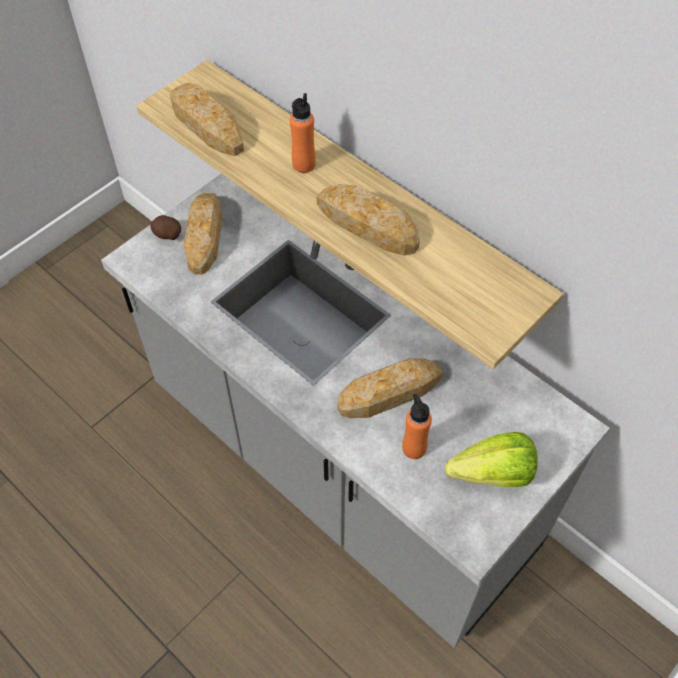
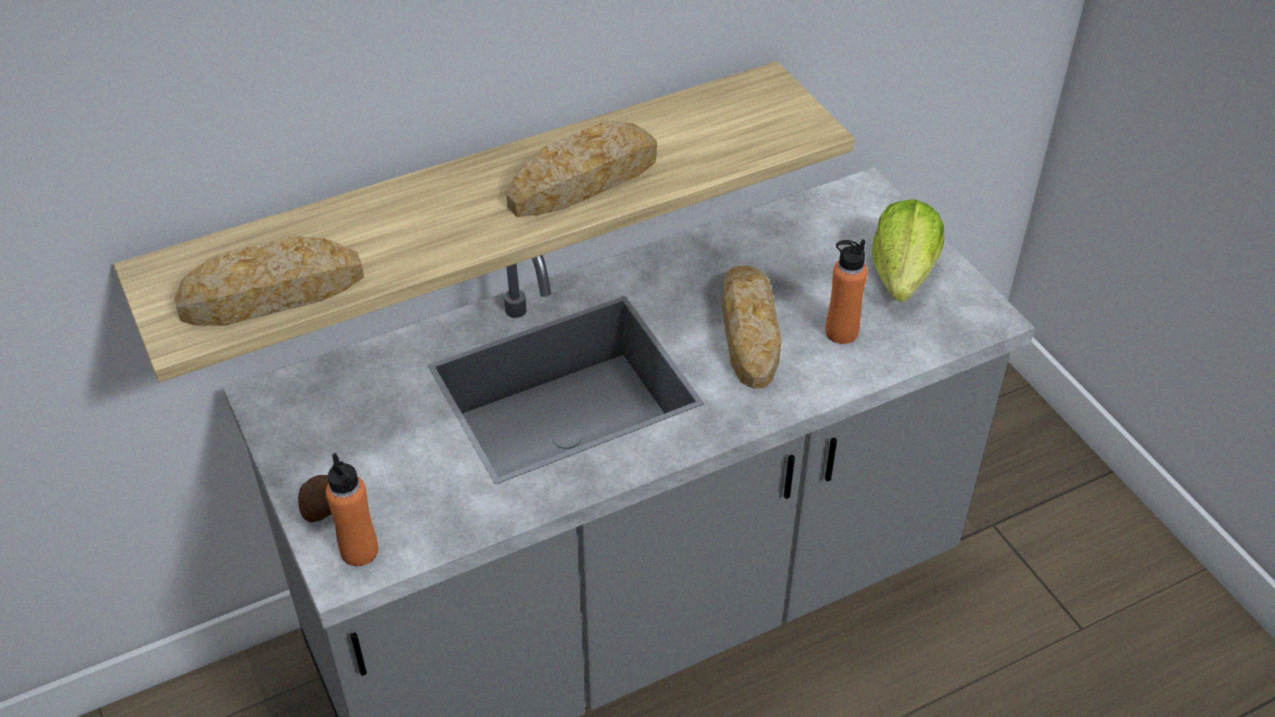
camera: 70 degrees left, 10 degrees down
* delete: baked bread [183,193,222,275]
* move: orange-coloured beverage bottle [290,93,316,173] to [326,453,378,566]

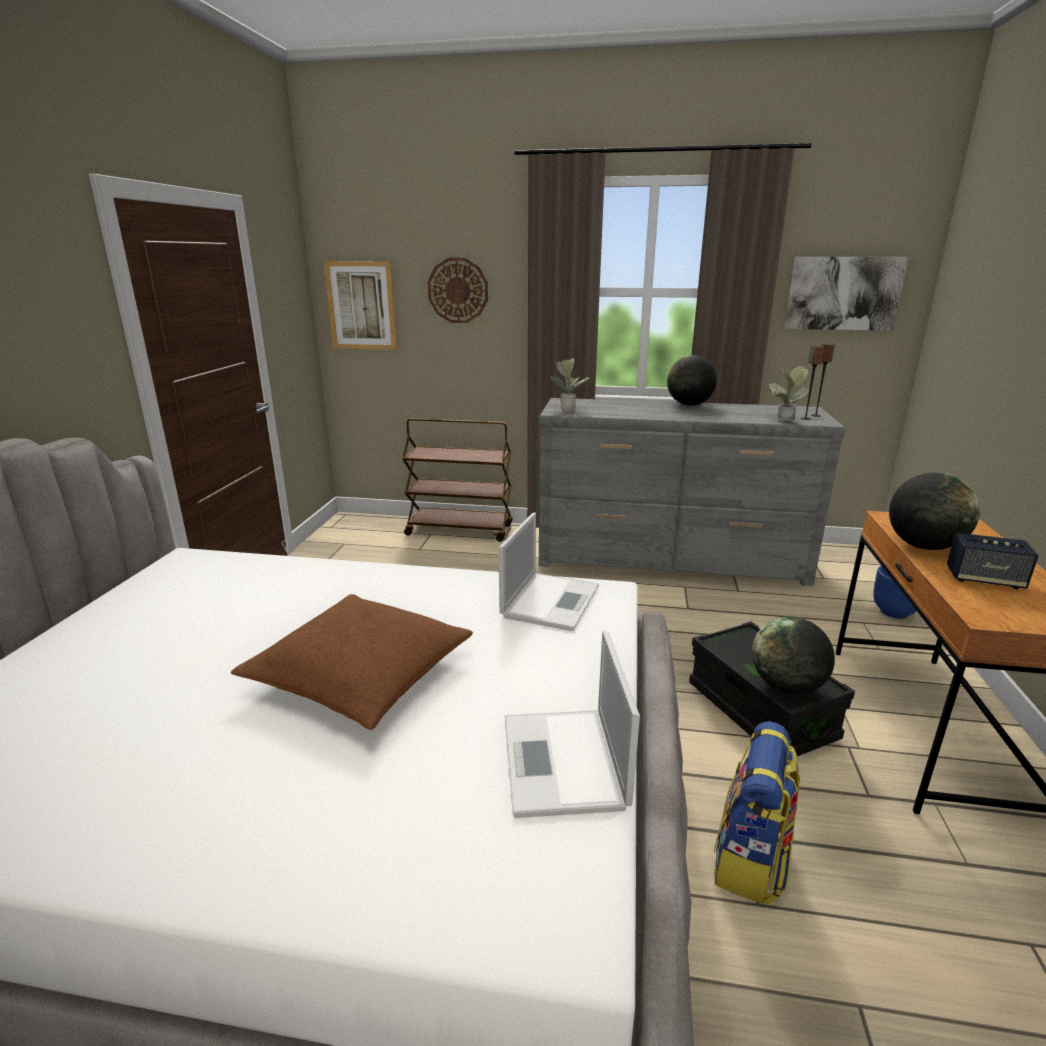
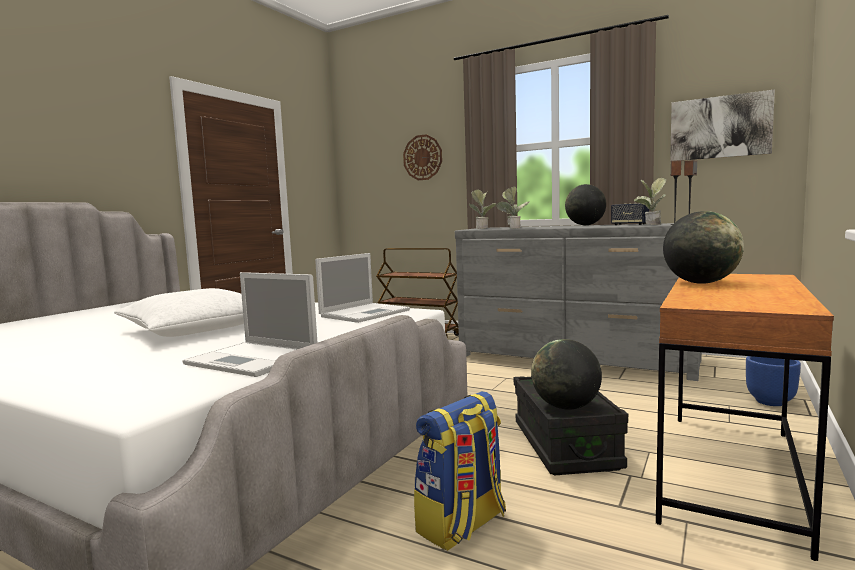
camera: 20 degrees right, 15 degrees down
* delete: wall picture [323,261,397,350]
* insert: plant in a pot [496,187,530,229]
* move: loudspeaker [947,533,1039,589] to [611,203,649,225]
* recolor: brownish pillow [231,594,473,730] to white-coloured pillow [114,288,244,337]
* rotate: portable computer [505,630,640,818] = [182,272,318,377] 75 degrees counterclockwise

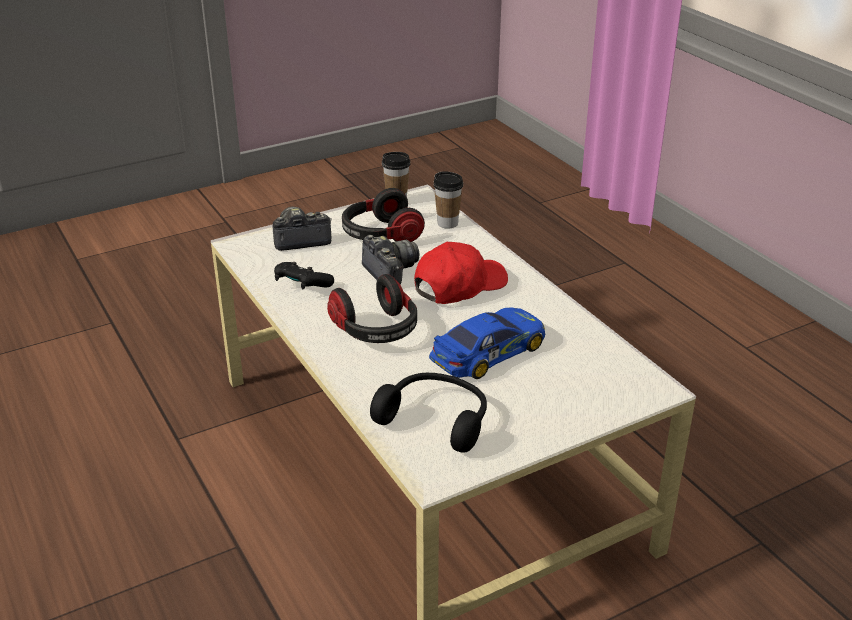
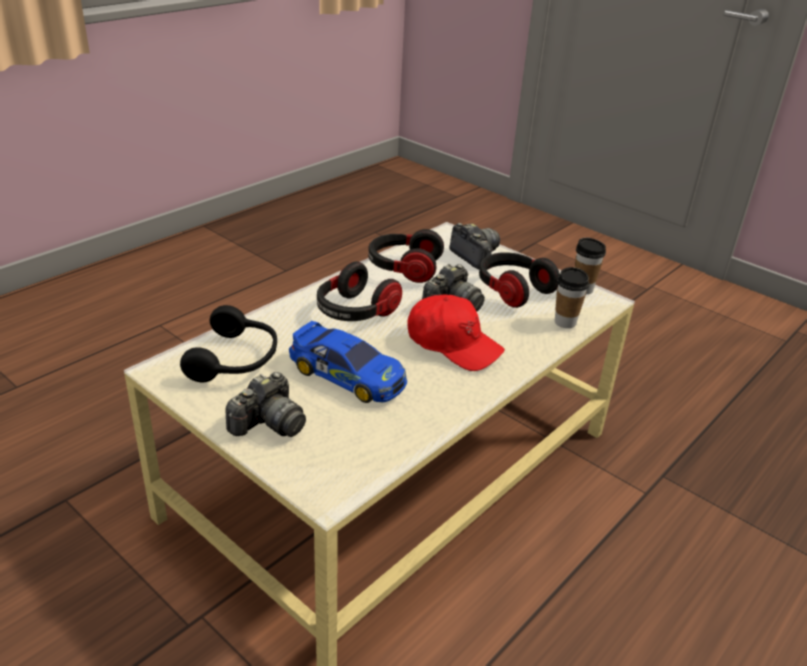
camera: 70 degrees right, 0 degrees up
* insert: photo camera [226,372,306,437]
* replace: blackish joypad [274,262,334,289] to pair of headphones [368,229,444,283]

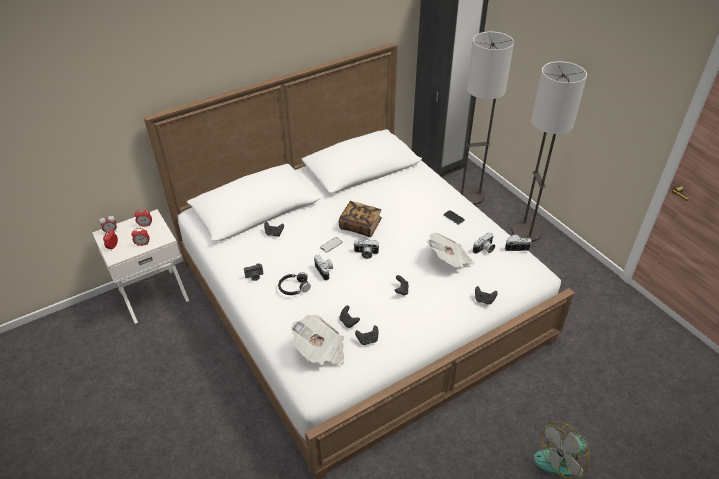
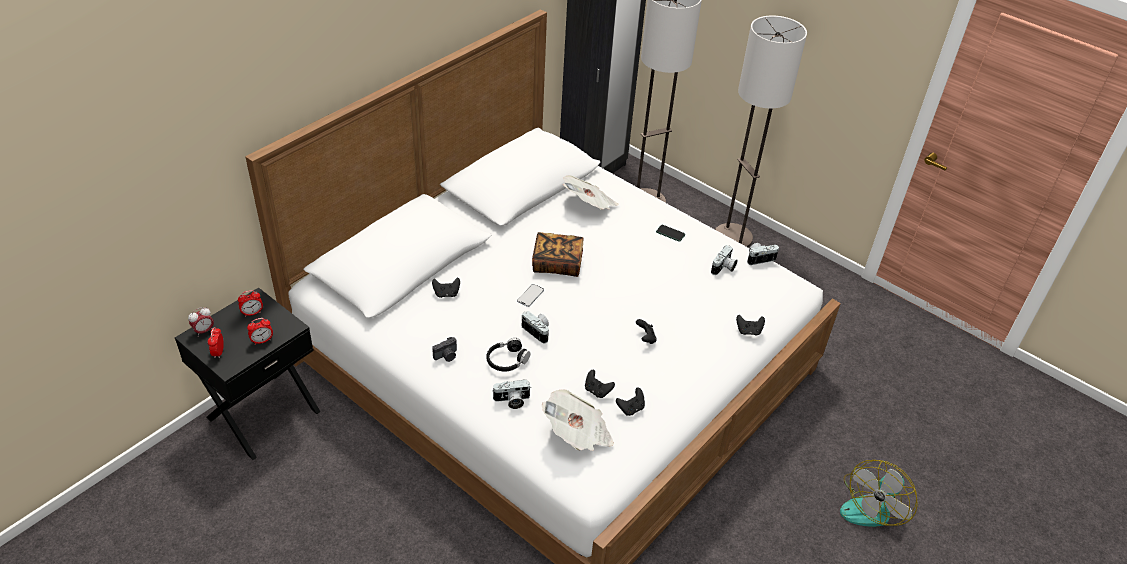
camera: 20 degrees left, 0 degrees up
* move: photo camera [353,239,380,259] to [492,379,530,409]
* move: daily paper [427,233,474,268] to [563,176,619,210]
* recolor: white-coloured night table [92,209,189,324] to blackish night table [175,288,320,460]

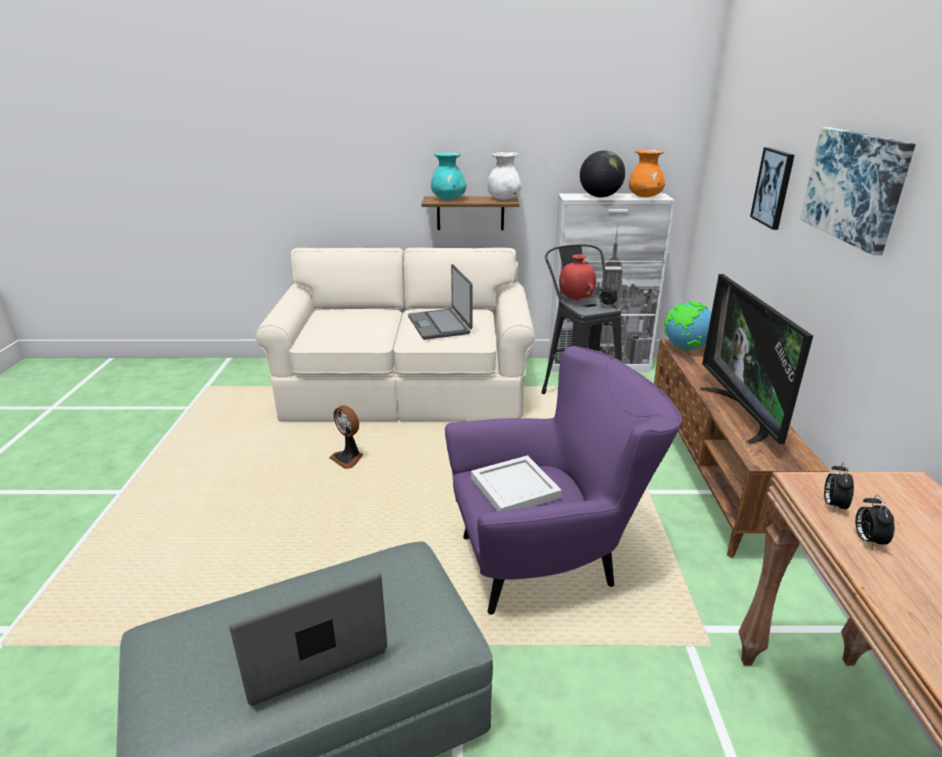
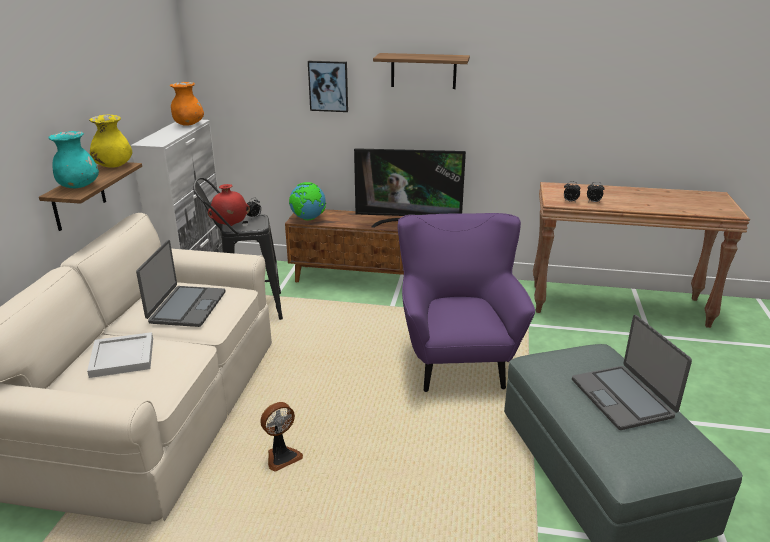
camera: 80 degrees left, 0 degrees up
* delete: desk globe [580,150,625,197]
* move: white-coloured tray [471,455,562,511] to [87,332,153,378]
* replace: wall picture [800,127,916,255] to bracket shelf [373,53,470,89]
* recolor: white-coloured flower vase [488,152,522,200] to yellowish flower vase [89,114,132,168]
* rotate: portable computer [408,264,473,340] = [136,240,225,327] 75 degrees counterclockwise

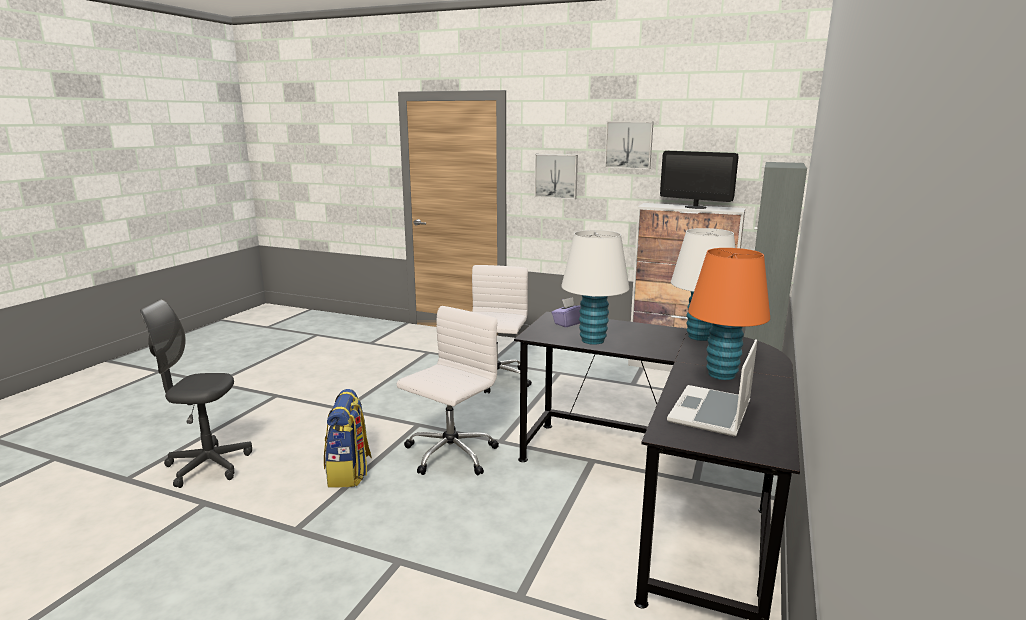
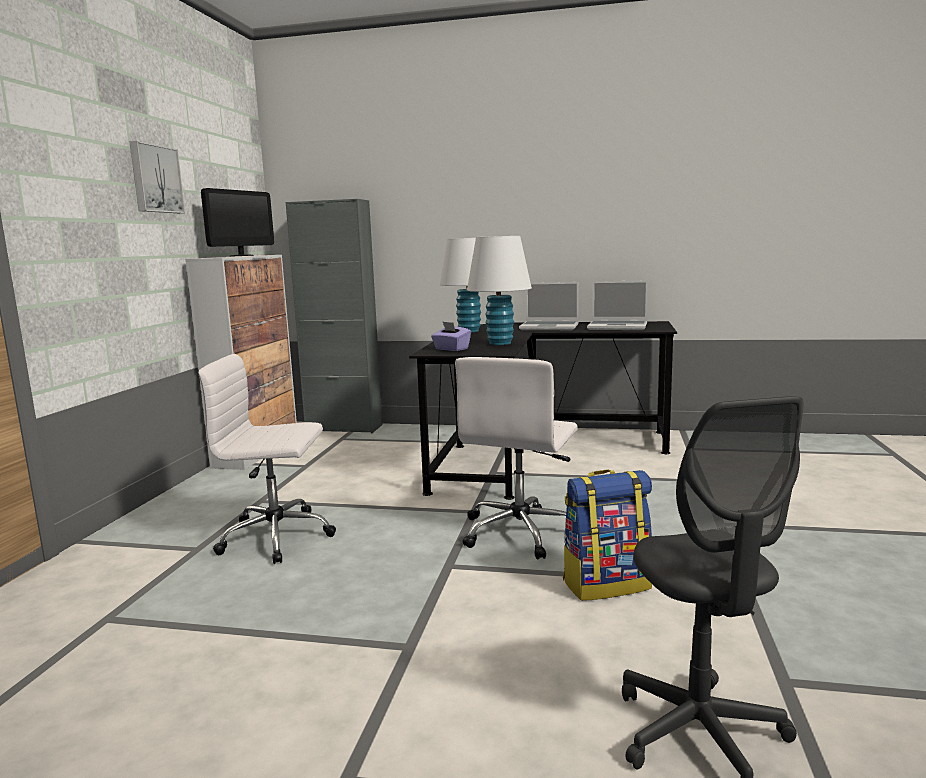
camera: 100 degrees left, 5 degrees down
* delete: wall picture [535,154,578,199]
* replace: orange-coloured table lamp [688,248,770,380] to portable computer [519,282,579,330]
* rotate: white-coloured desk chair [397,306,499,475] = [455,357,578,559] 90 degrees counterclockwise

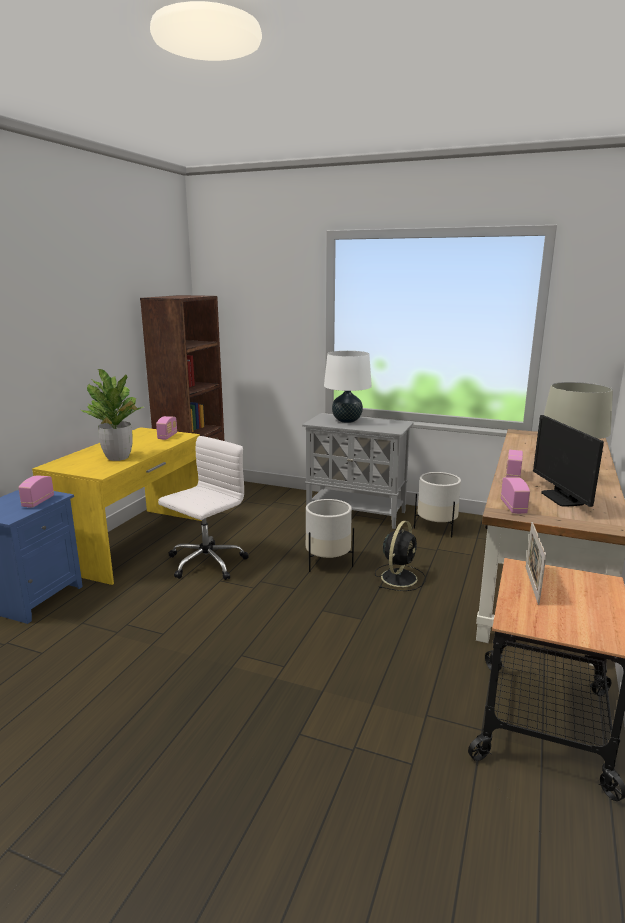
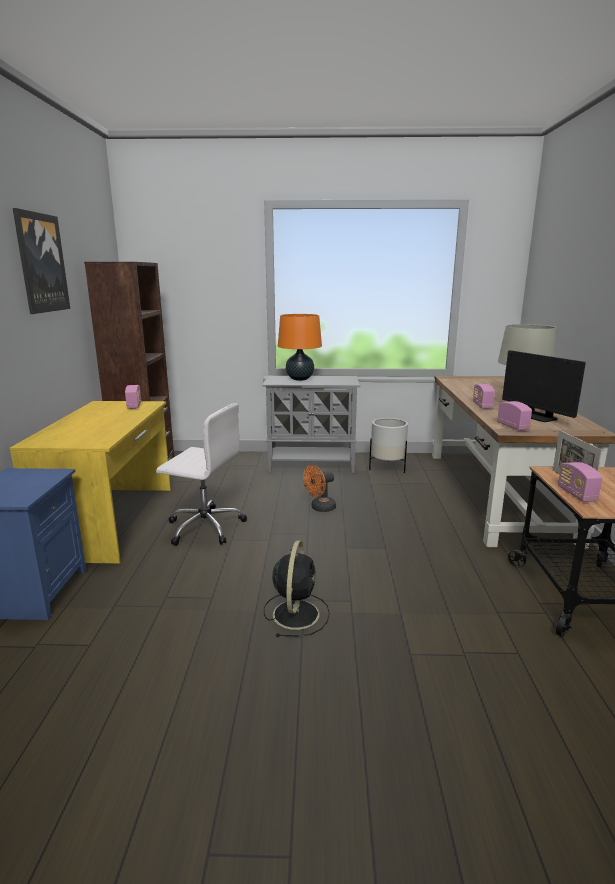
camera: 20 degrees left, 0 degrees up
* delete: plant in a pot [81,369,143,461]
* insert: wall picture [13,208,70,314]
* move: radio [18,475,54,508] to [558,462,602,502]
* move: blackish fan [375,521,426,591] to [264,540,330,637]
* replace: white-coloured planter [306,499,354,572] to orange-coloured fan [303,465,336,512]
* recolor: white-coloured table lamp [324,351,372,423] to orange-coloured table lamp [278,314,322,381]
* rotate: white-coloured desk chair [158,436,249,580] = [156,403,247,546] 90 degrees clockwise

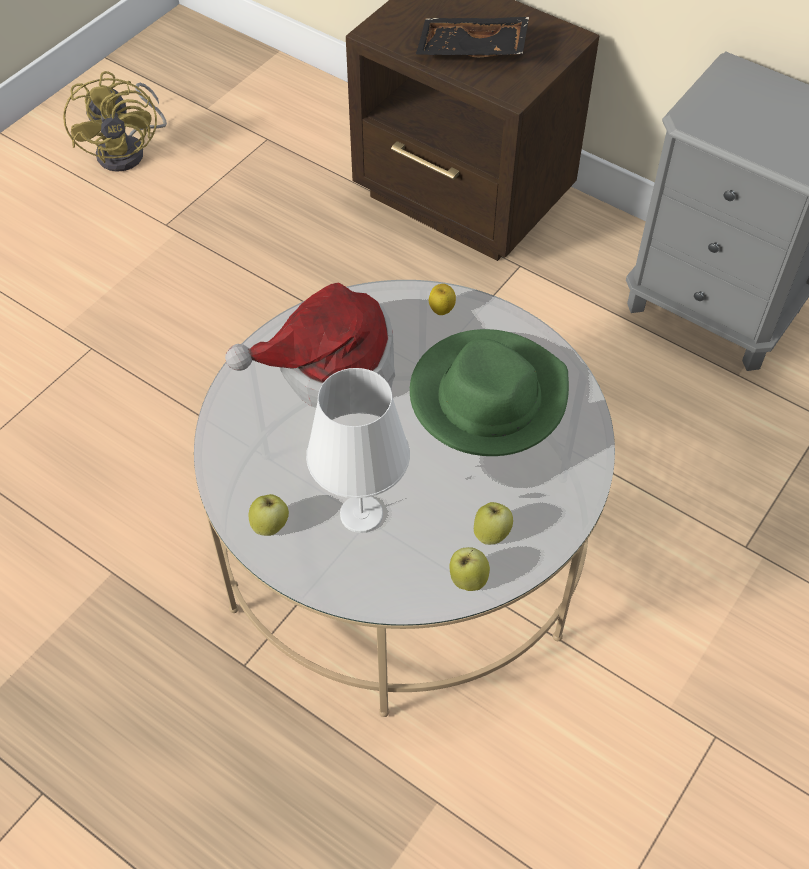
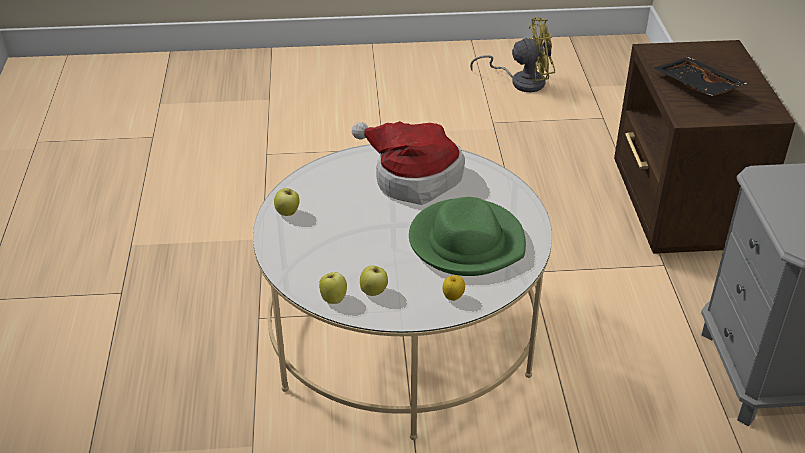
camera: 50 degrees right, 15 degrees down
* delete: white-coloured table lamp [306,368,410,533]
* move: apple fruit [429,284,456,315] to [443,275,465,301]
* rotate: yellowish fan [63,71,167,172] = [470,17,555,92] 135 degrees counterclockwise

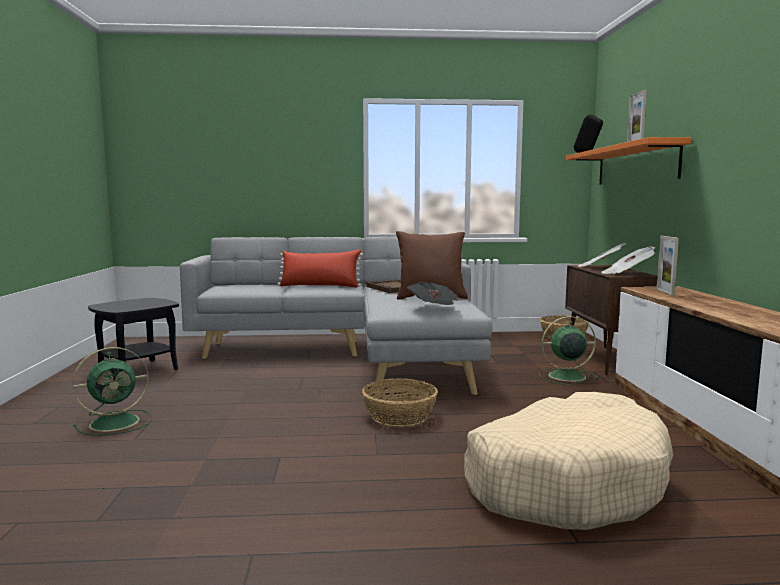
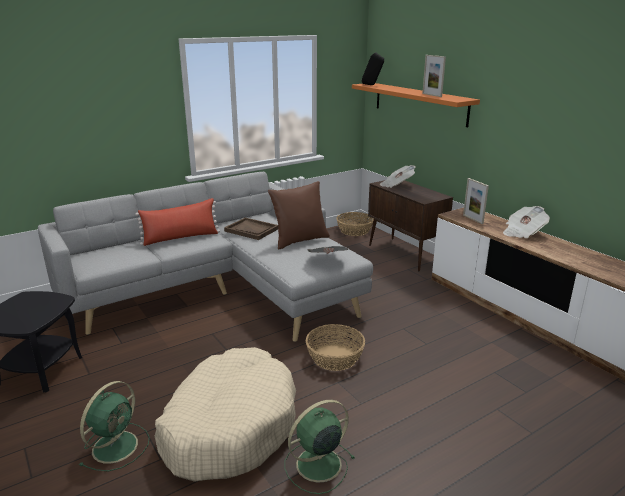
camera: 30 degrees left, 15 degrees up
* move: beige pet bed [464,392,674,530] to [155,347,296,482]
* move: green-coloured fan [539,316,599,385] to [285,400,355,494]
* move: daily paper [601,246,655,274] to [503,206,550,238]

